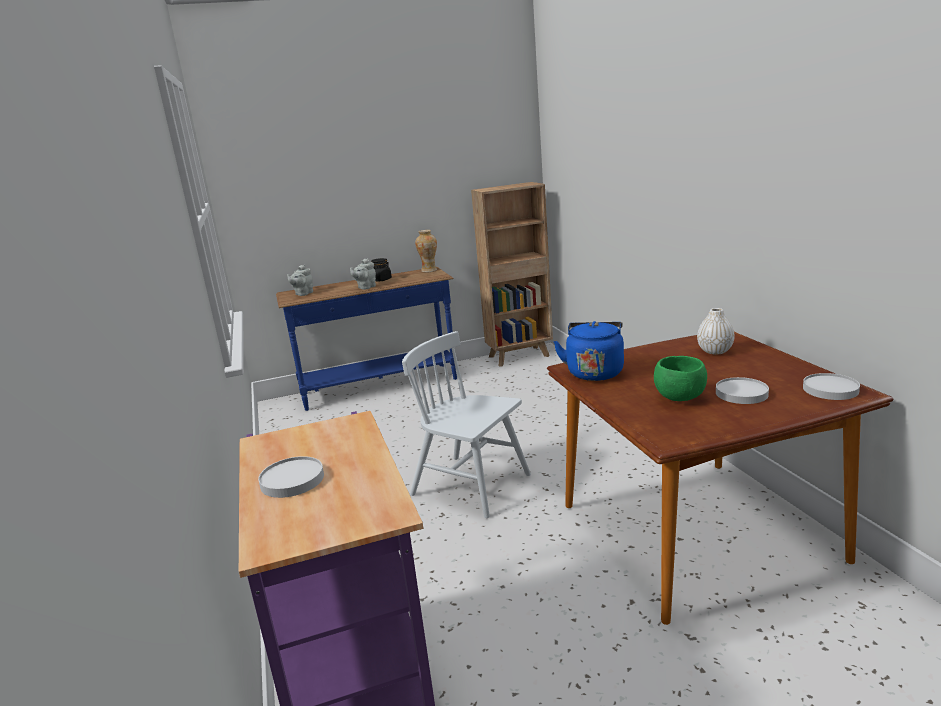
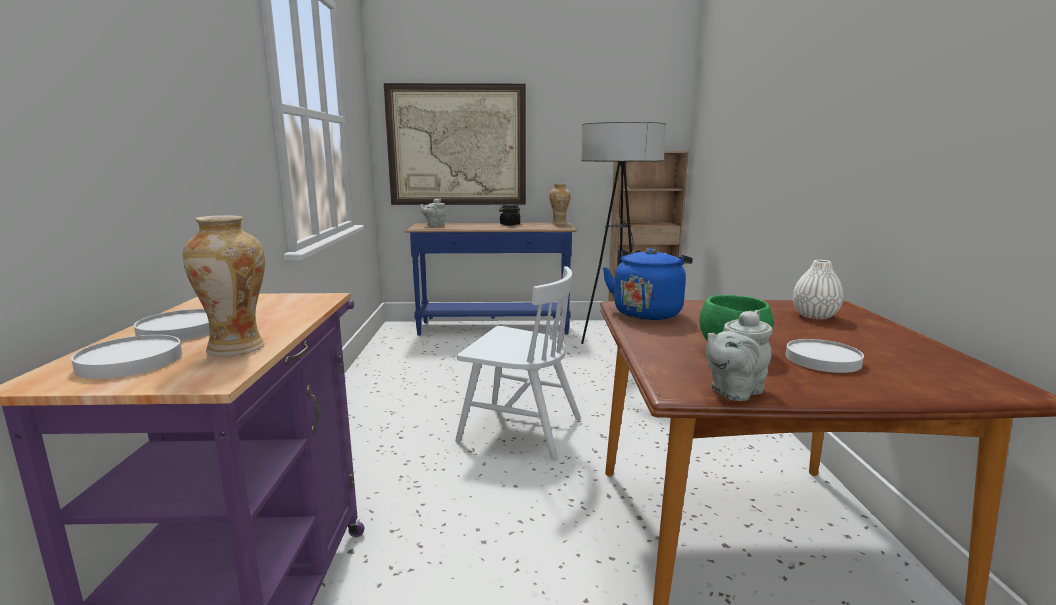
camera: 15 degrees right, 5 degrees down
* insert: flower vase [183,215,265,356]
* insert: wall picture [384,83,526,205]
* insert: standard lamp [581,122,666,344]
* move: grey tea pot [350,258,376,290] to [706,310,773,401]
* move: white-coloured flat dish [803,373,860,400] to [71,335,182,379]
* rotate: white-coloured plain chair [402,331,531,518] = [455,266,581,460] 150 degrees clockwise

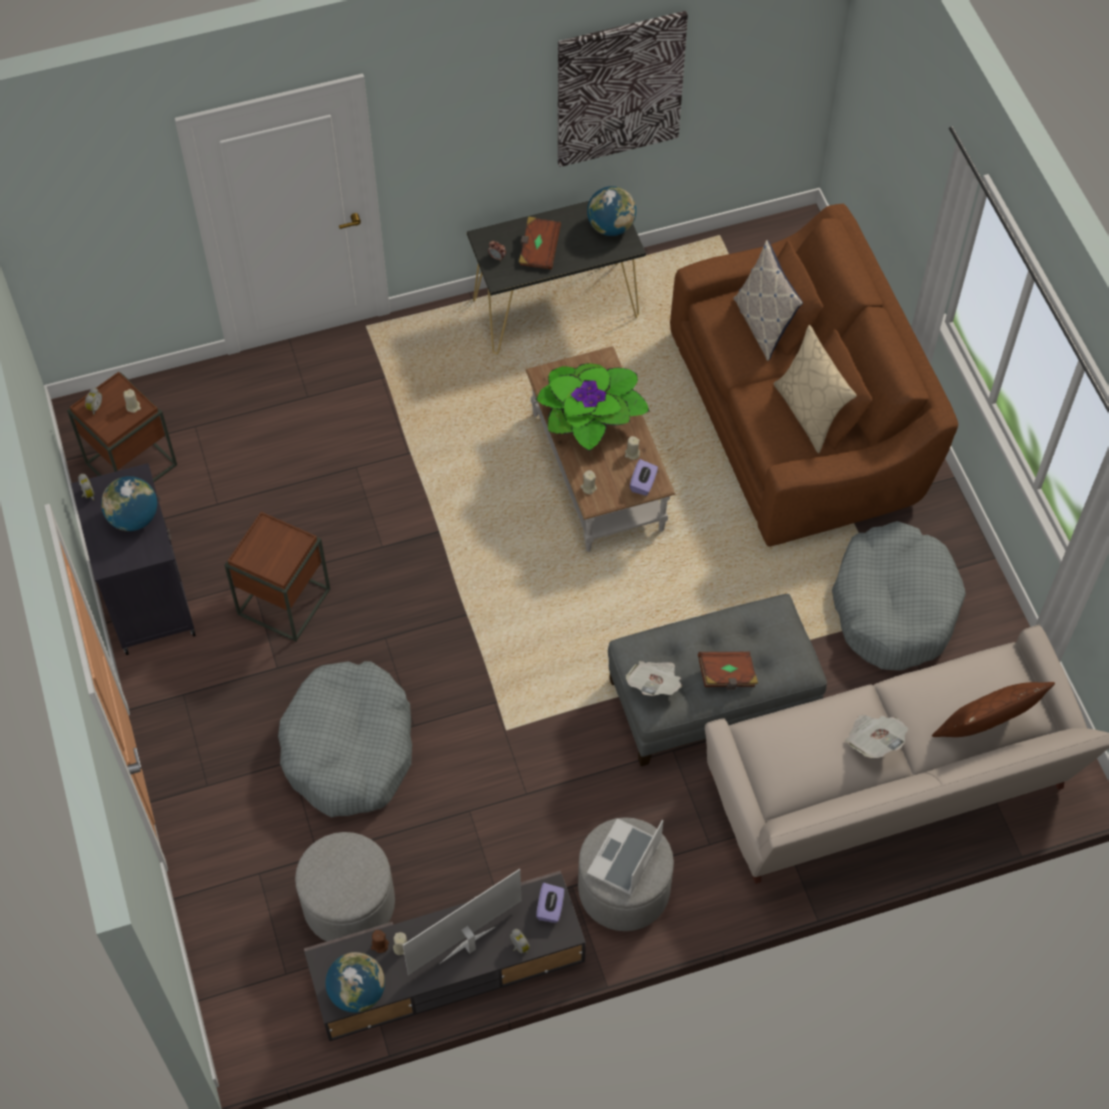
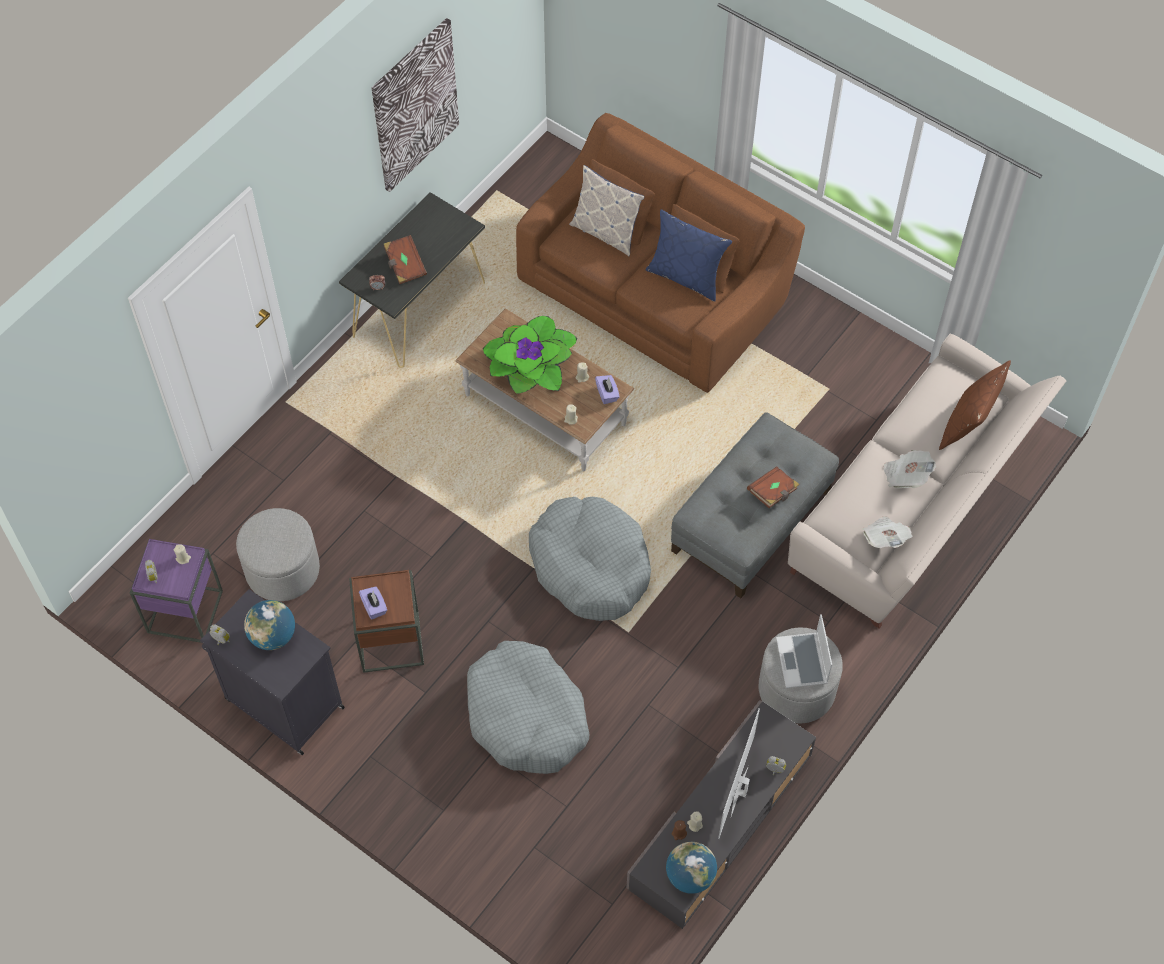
camera: 35 degrees left, 0 degrees up
* delete: desk globe [587,186,636,236]
* move: grey footrest [295,832,395,942] to [236,508,320,601]
* move: purple-coloured box of tissues [536,883,564,923] to [359,586,387,619]
* move: daily paper [626,661,682,696] to [862,516,912,548]
* move: grey pet bed [832,521,966,671] to [529,497,651,621]
* recolor: brownish accent table [67,372,177,482] to purple-coloured accent table [130,539,223,643]
* recolor: beige pillow [774,325,857,453] to bluish pillow [645,209,732,302]

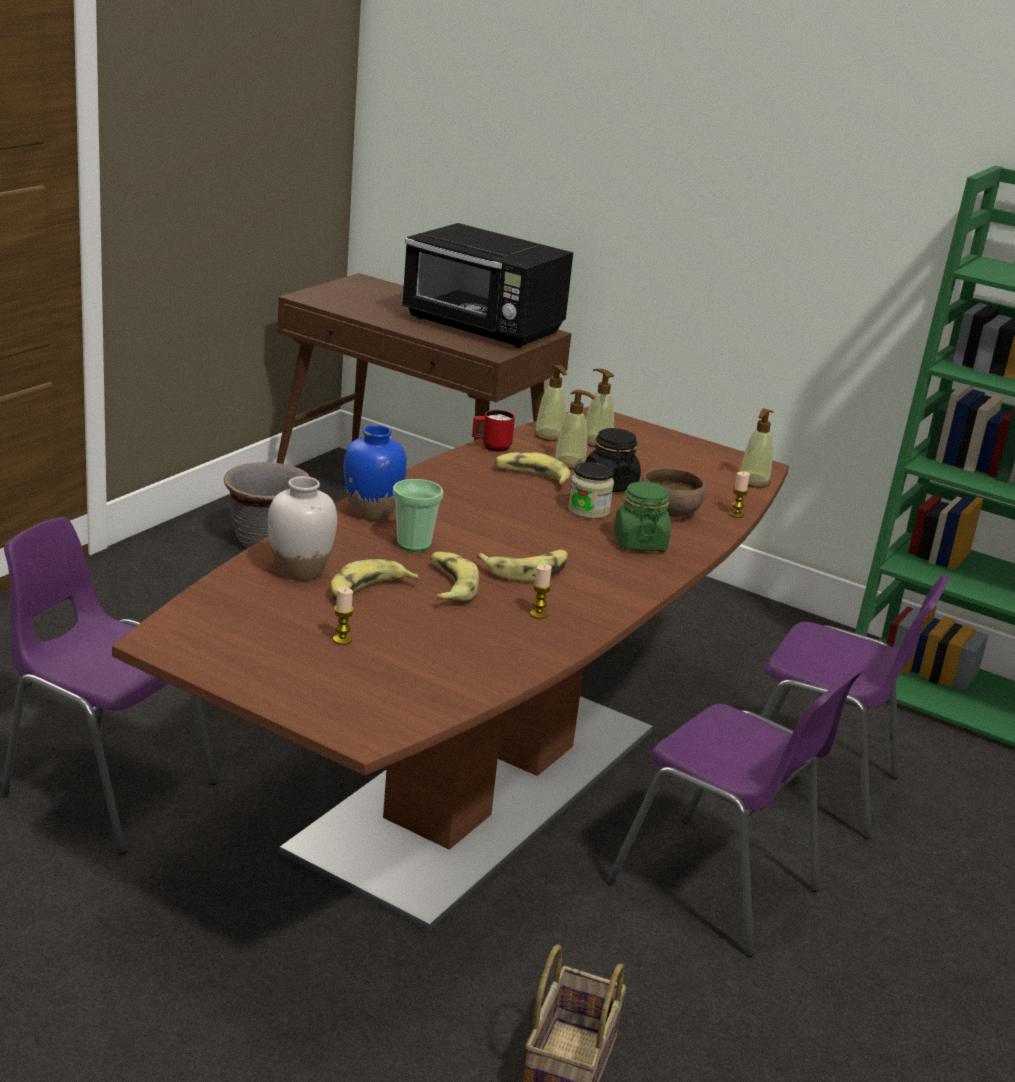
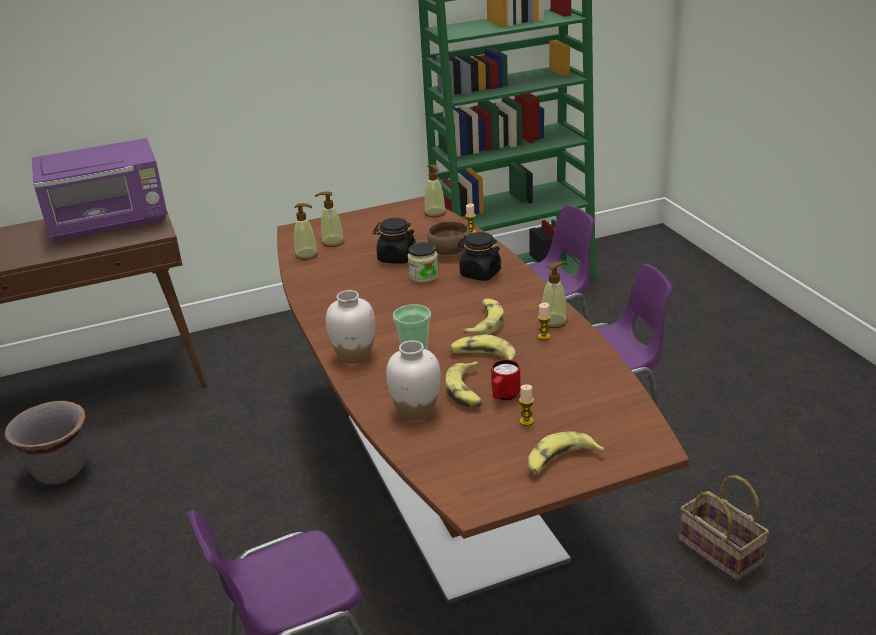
camera: 50 degrees left, 5 degrees up
* move: red mug [472,410,515,452] to [491,359,520,400]
* move: banana [494,452,570,485] to [528,432,605,476]
* move: liquid soap bottle [555,390,596,470] to [542,261,568,328]
* recolor: bluish flower vase [344,425,407,521] to white-coloured flower vase [326,290,375,364]
* recolor: blackish microwave oven [402,223,573,348] to purple-coloured microwave oven [32,138,167,242]
* recolor: green-coloured preserve jar [614,481,671,551] to blackish preserve jar [458,232,501,281]

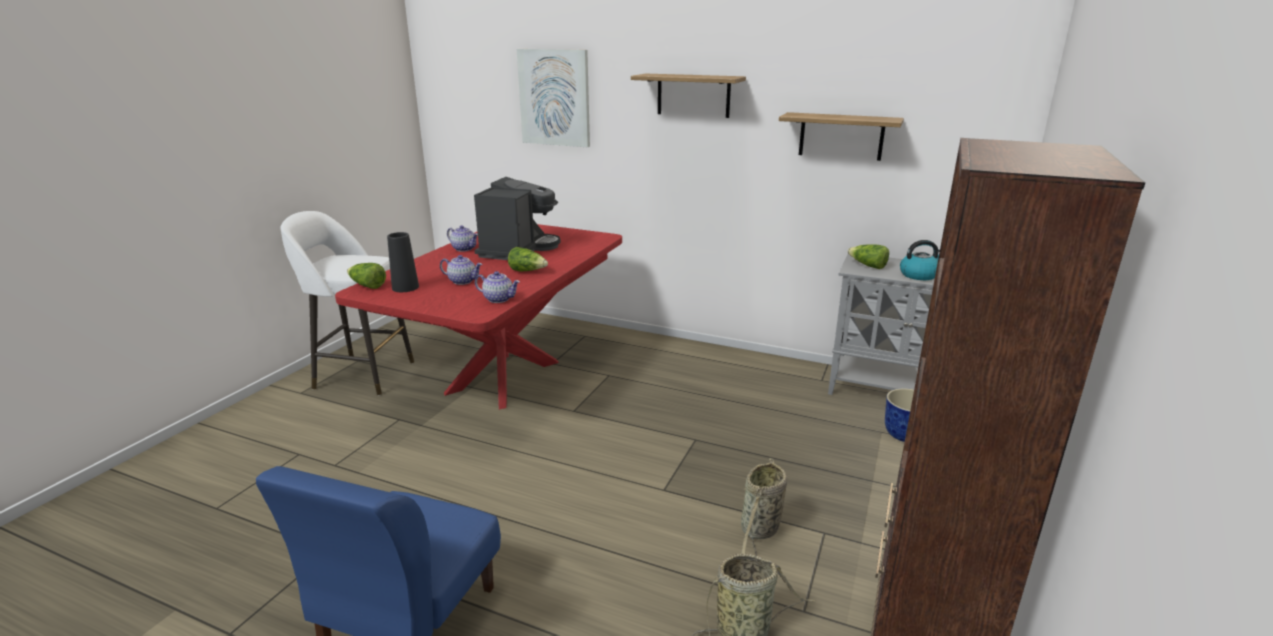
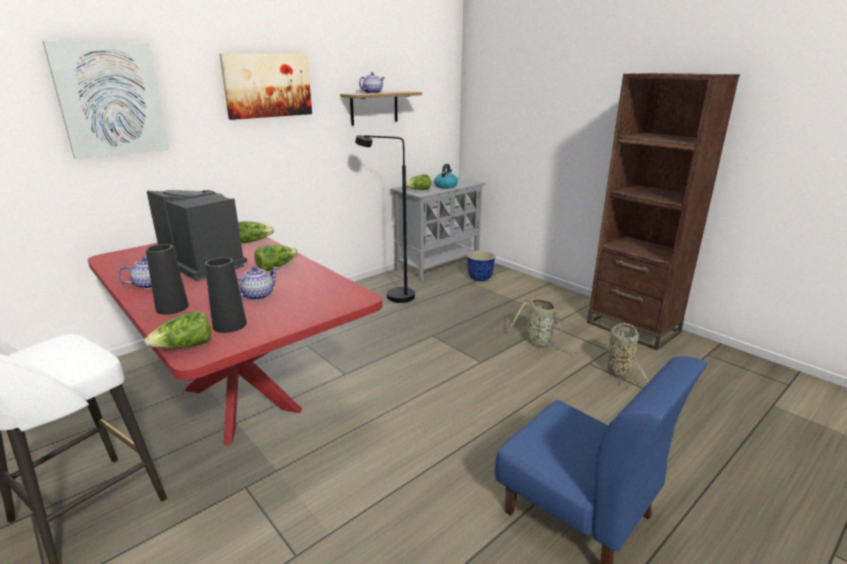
camera: 65 degrees left, 0 degrees up
* insert: blackish flower vase [146,244,189,315]
* insert: head of lettuce [238,221,274,243]
* insert: blackish standard lamp [355,135,415,303]
* move: tea pot [475,271,520,303] to [359,72,384,94]
* replace: bracket shelf [631,74,746,118] to wall picture [219,53,312,120]

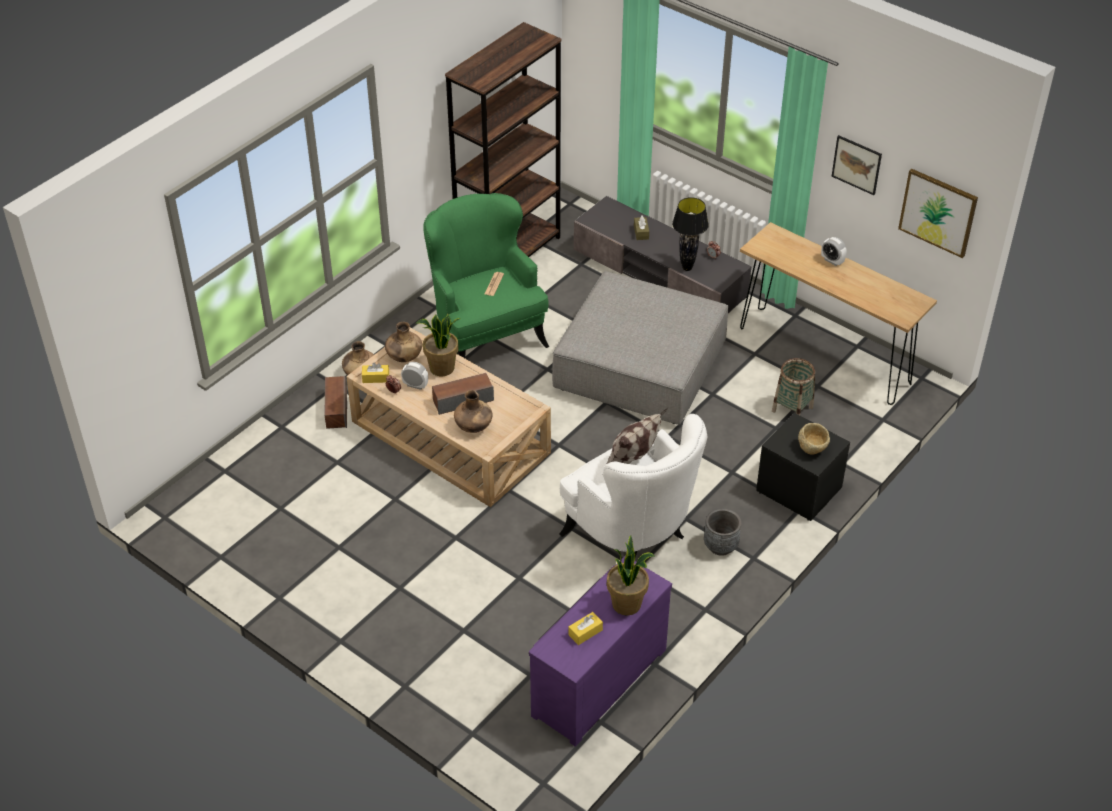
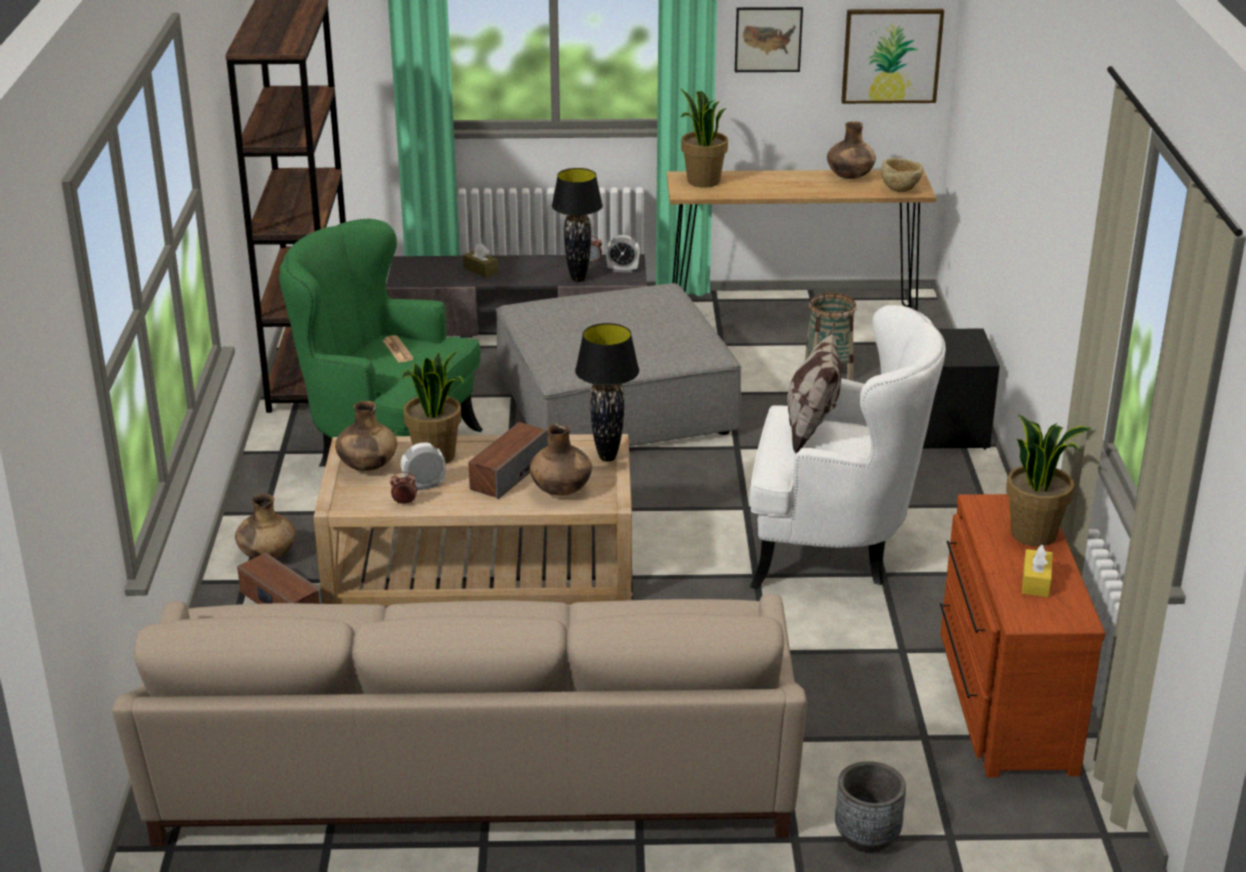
camera: 40 degrees left, 15 degrees down
* delete: yellowish box of tissues [362,362,389,383]
* insert: beige couch [112,594,807,847]
* insert: blackish table lamp [575,323,639,462]
* insert: plant in a pot [681,89,728,188]
* insert: brownish flower vase [827,121,876,179]
* move: grey planter [704,509,741,556] to [835,761,906,853]
* move: beige serving bowl [798,423,830,454] to [881,158,924,192]
* move: alarm clock [821,237,847,266] to [606,235,640,272]
* recolor: purple-coloured drawer chest [529,556,672,747] to brownish drawer chest [940,494,1105,777]

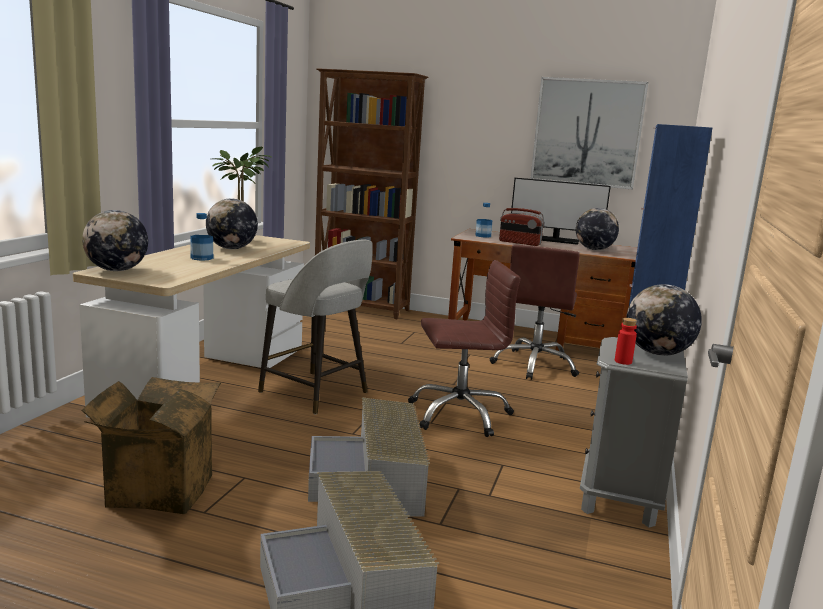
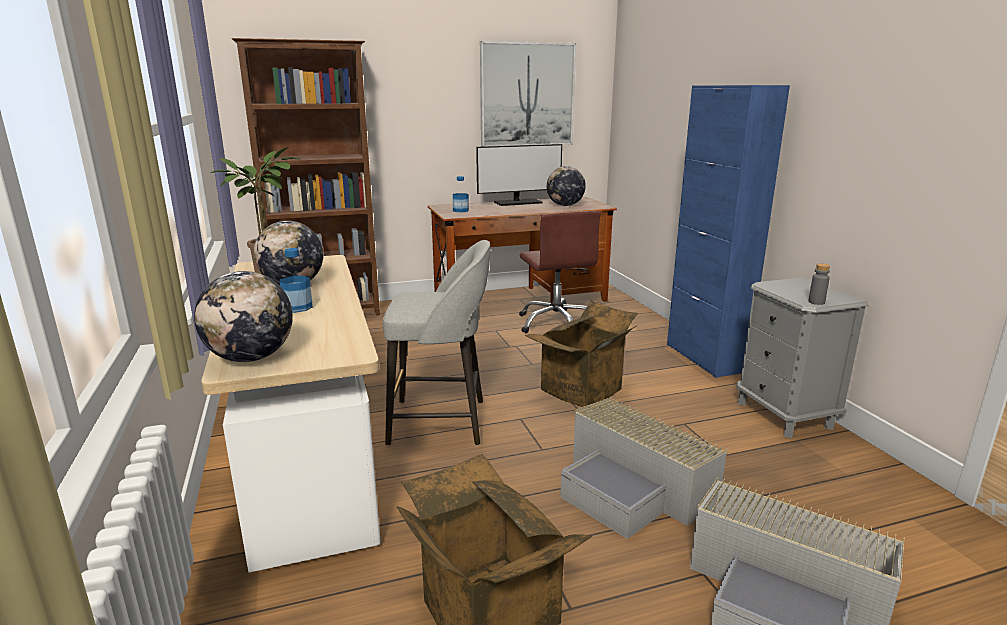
camera: 35 degrees left, 5 degrees up
* delete: radio [499,208,545,246]
* delete: desk globe [626,284,702,356]
* replace: brownish desk chair [408,260,521,437] to carton [525,301,638,408]
* recolor: red beverage bottle [615,318,637,365] to grey beverage bottle [808,263,830,305]

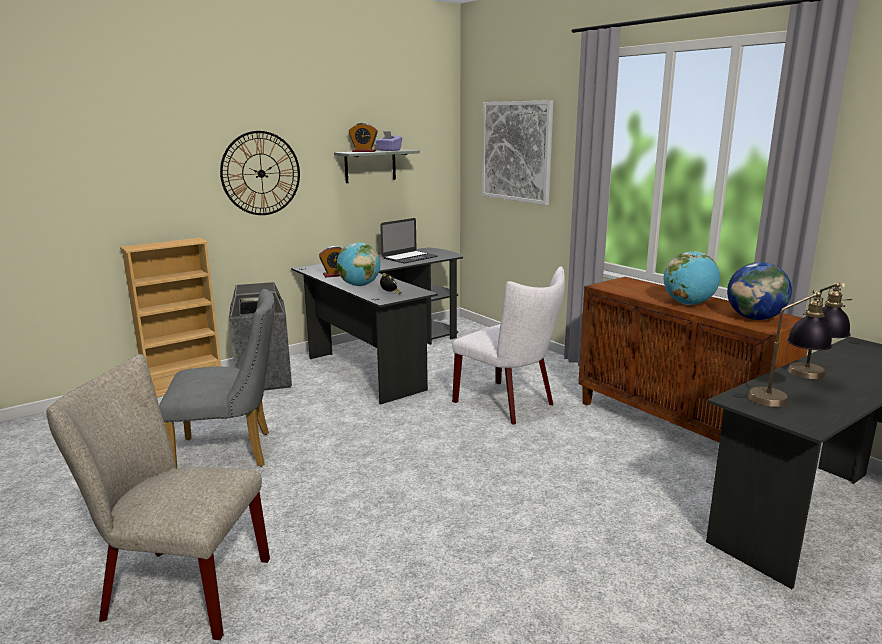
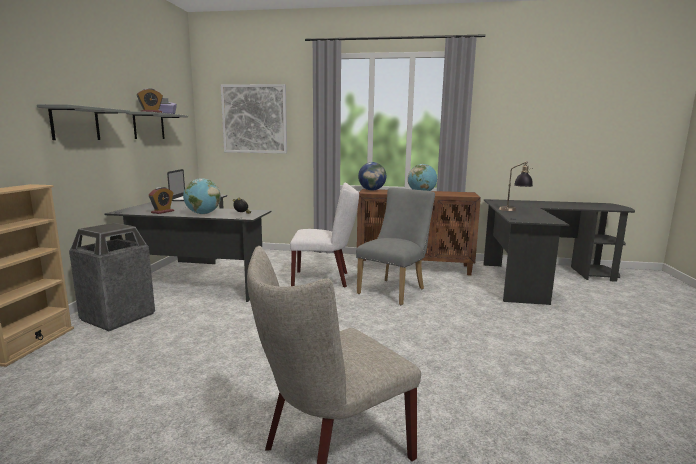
camera: 45 degrees left, 5 degrees down
* delete: table lamp [747,290,832,407]
* move: grey plain chair [159,289,275,469] to [356,188,435,305]
* move: desk globe [727,262,792,320] to [358,162,386,191]
* replace: hanging clock [220,131,300,215] to grey bracket shelf [37,104,130,140]

